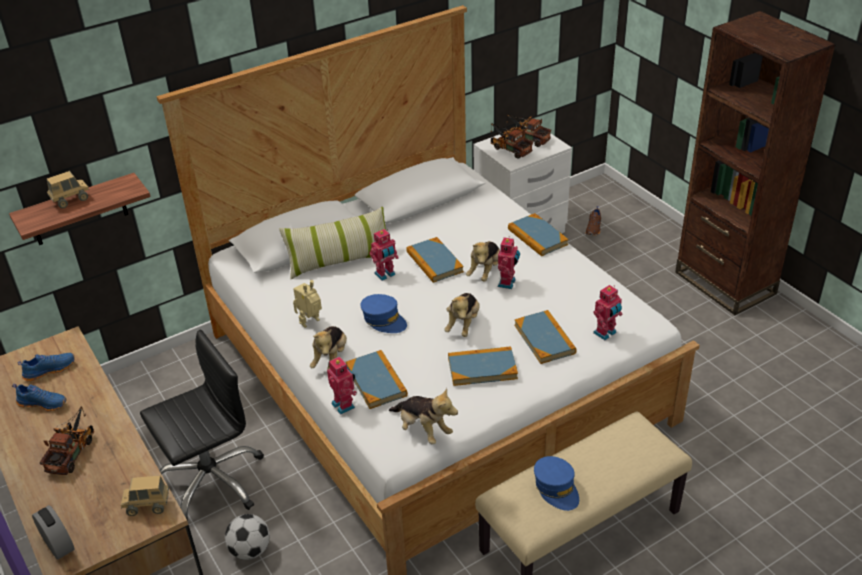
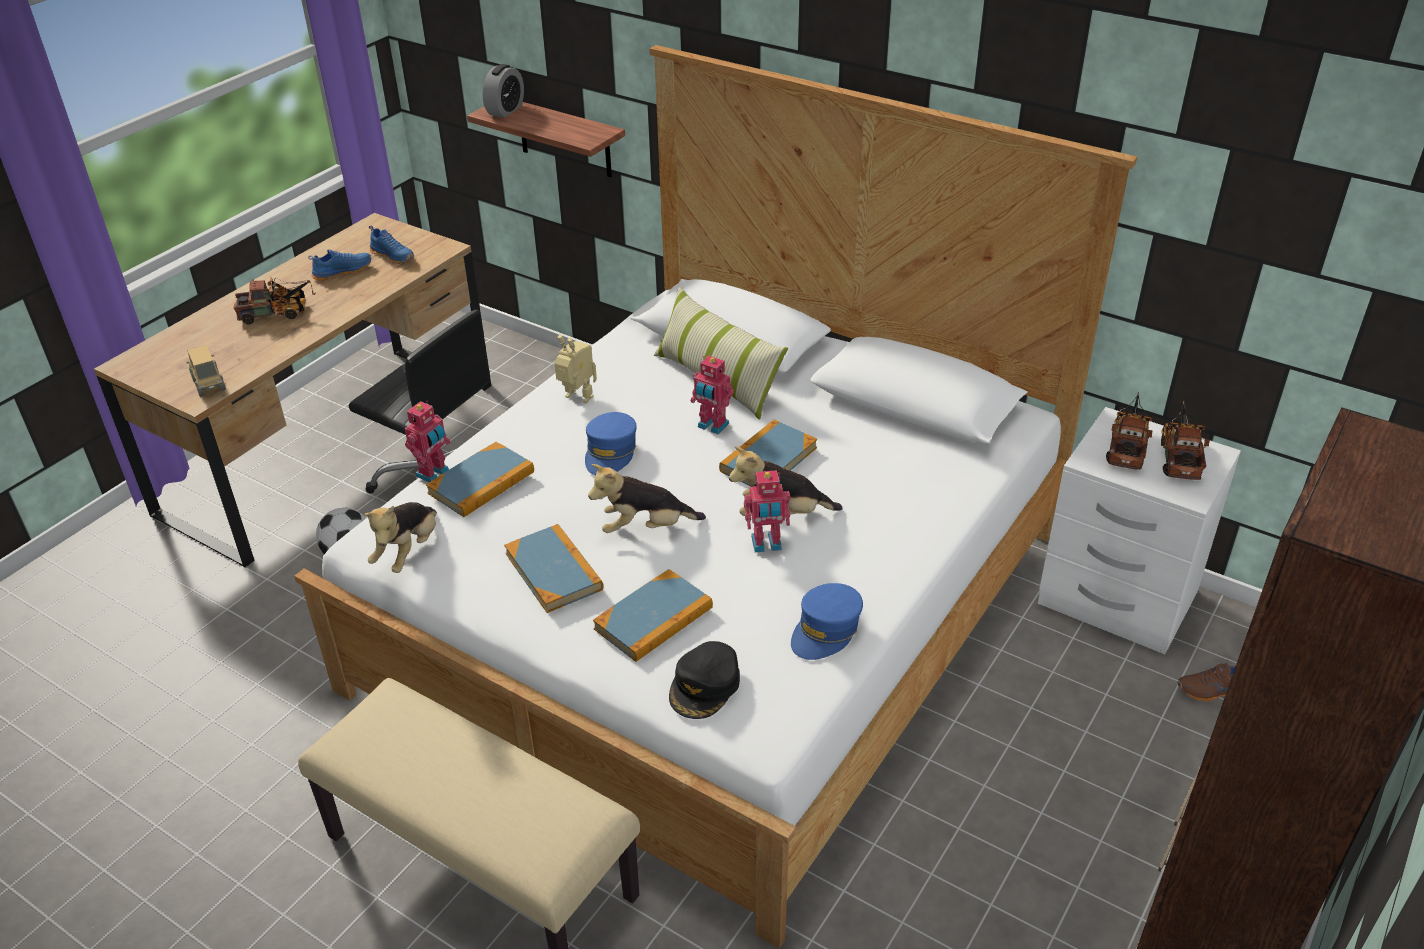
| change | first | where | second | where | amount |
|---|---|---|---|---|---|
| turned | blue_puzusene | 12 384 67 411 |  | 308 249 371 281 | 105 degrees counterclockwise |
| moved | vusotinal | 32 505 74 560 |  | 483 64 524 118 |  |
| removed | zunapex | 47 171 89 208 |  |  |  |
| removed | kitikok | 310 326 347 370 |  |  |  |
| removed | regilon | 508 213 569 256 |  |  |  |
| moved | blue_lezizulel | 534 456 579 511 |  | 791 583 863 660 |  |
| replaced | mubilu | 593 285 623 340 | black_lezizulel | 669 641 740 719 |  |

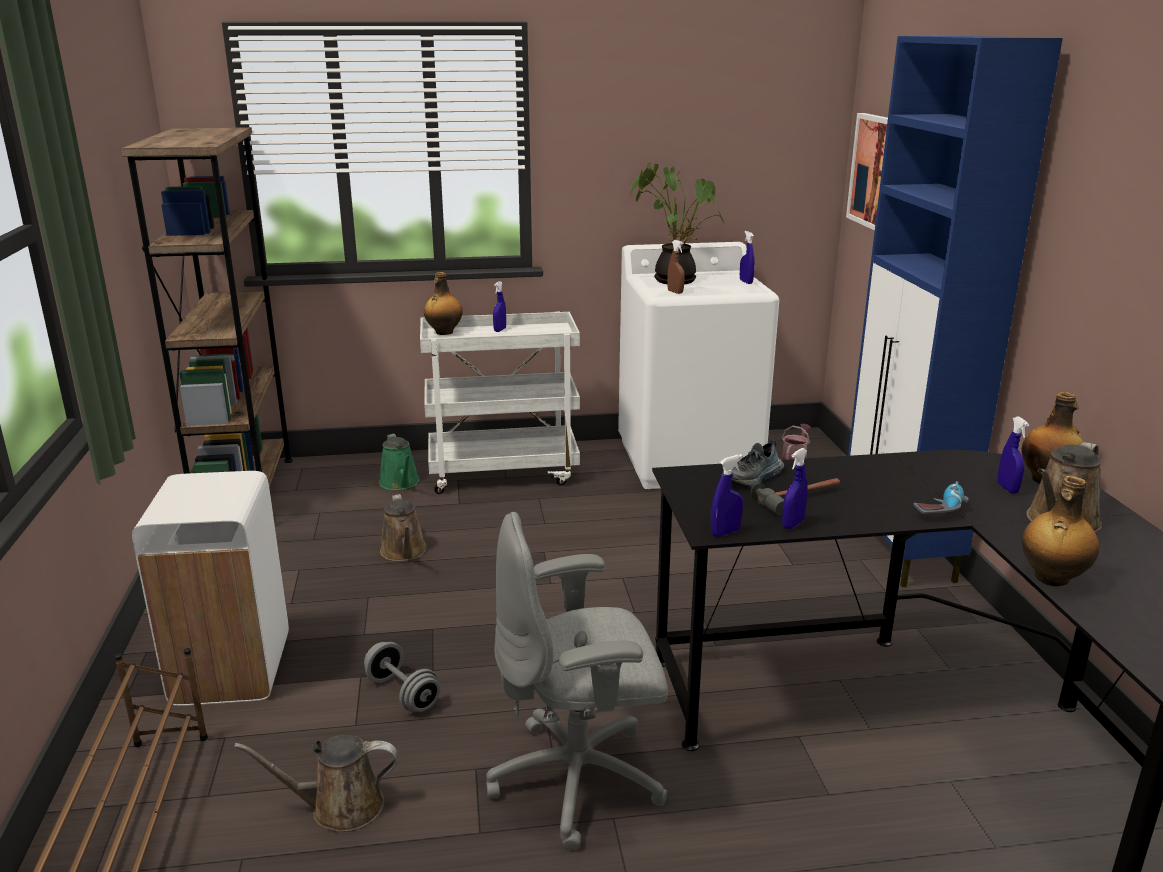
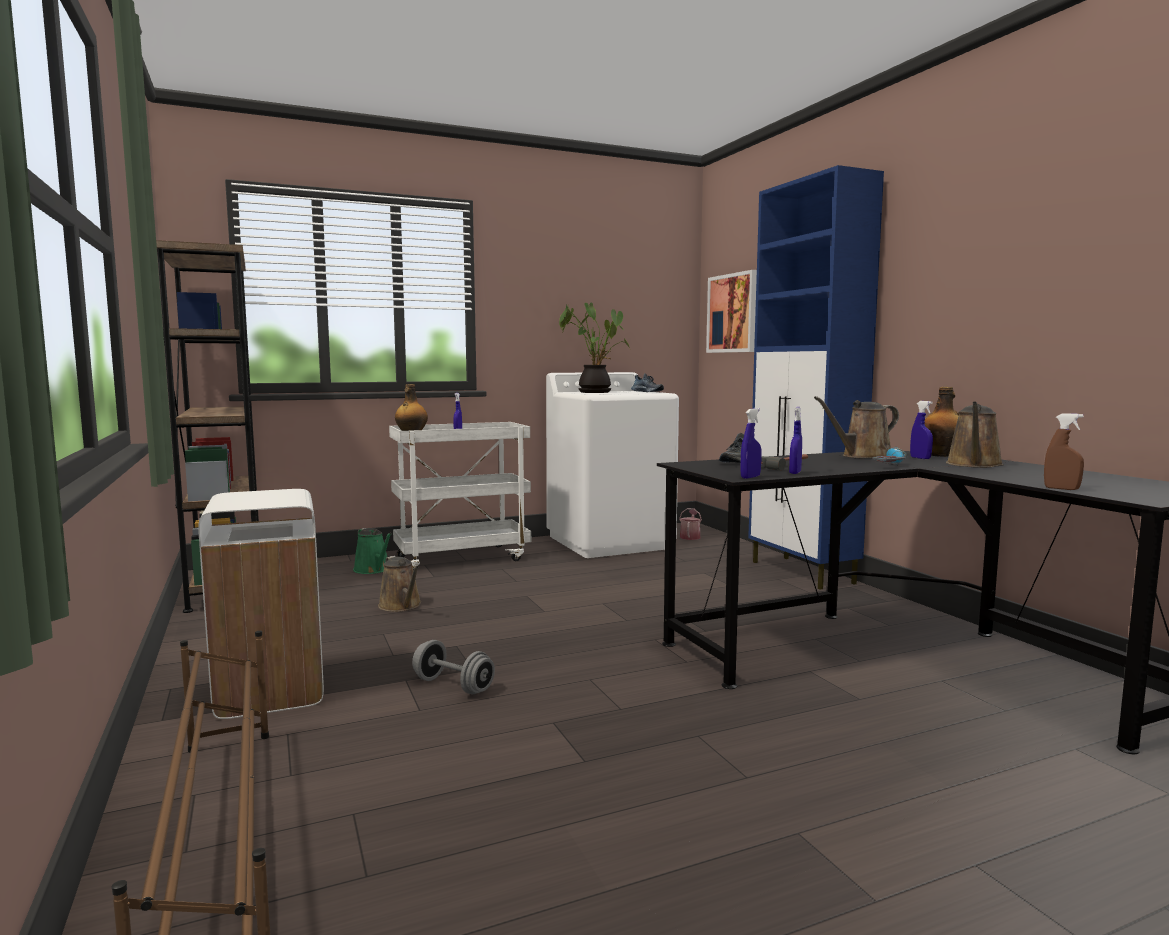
| change | first | where | second | where | amount |
|---|---|---|---|---|---|
| moved | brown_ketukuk | 234 735 398 832 |  | 814 396 899 458 |  |
| removed | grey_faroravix | 486 512 668 850 |  |  |  |
| moved | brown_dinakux | 667 240 685 294 |  | 1044 413 1084 490 |  |
| replaced | blue_dinakux | 740 231 755 284 | puzusene | 631 373 664 392 |  |
| removed | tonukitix | 1022 476 1100 586 |  |  |  |

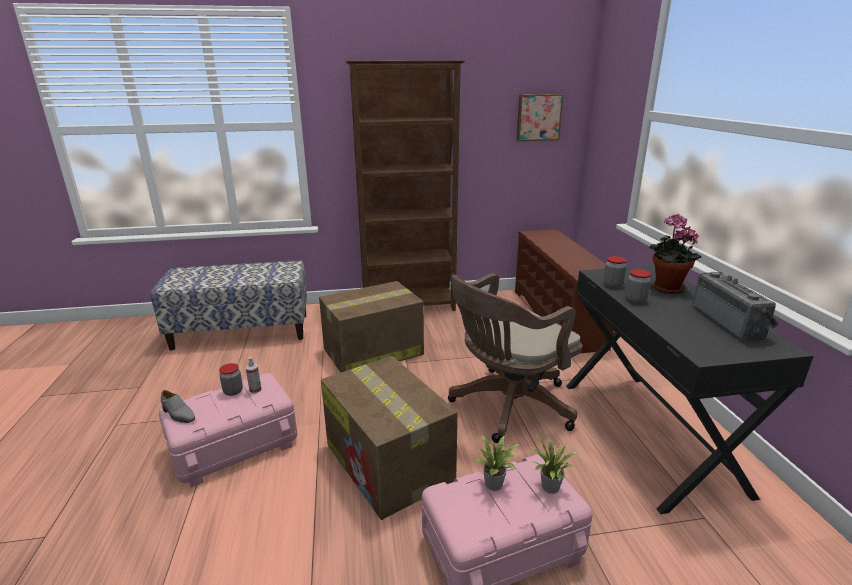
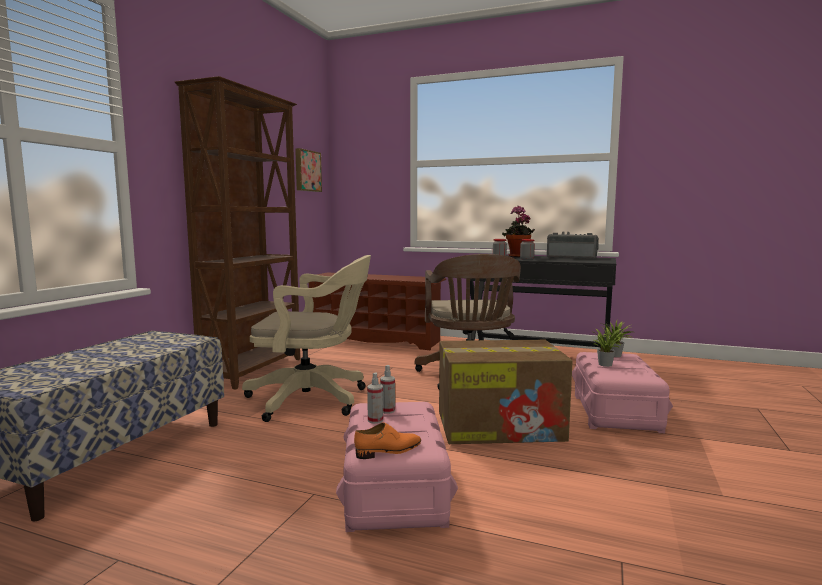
| change | first | where | second | where | amount |
|---|---|---|---|---|---|
| recoloured | grey_puzusene | 161 390 195 423 | orange_puzusene | 354 422 421 459 |  |
| replaced | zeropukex | 219 363 243 396 | dinakux | 367 372 383 424 |  |
| replaced | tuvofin | 319 281 424 372 | beige_faroravix | 242 255 371 422 |  |

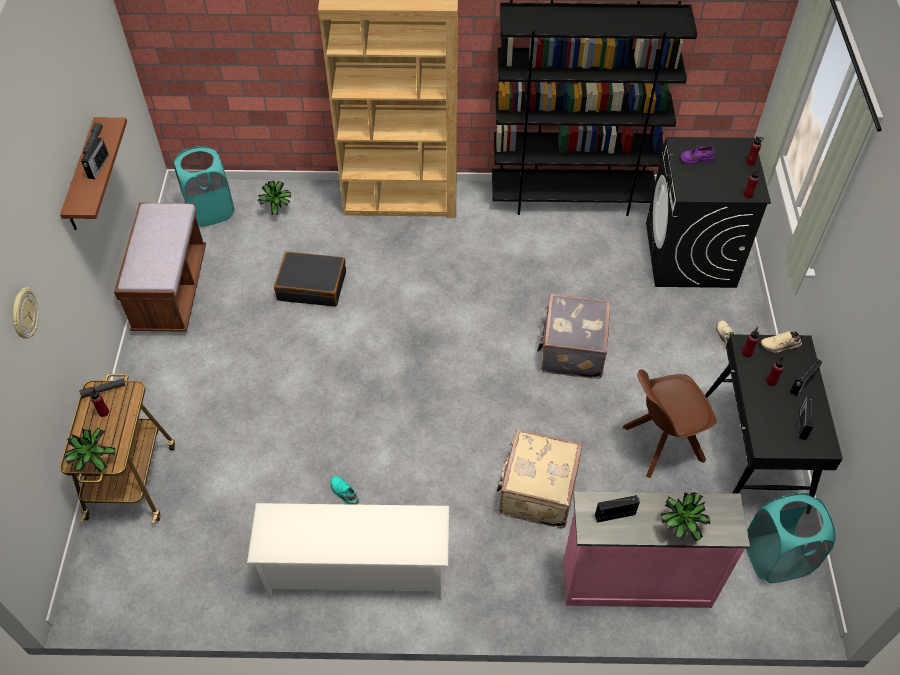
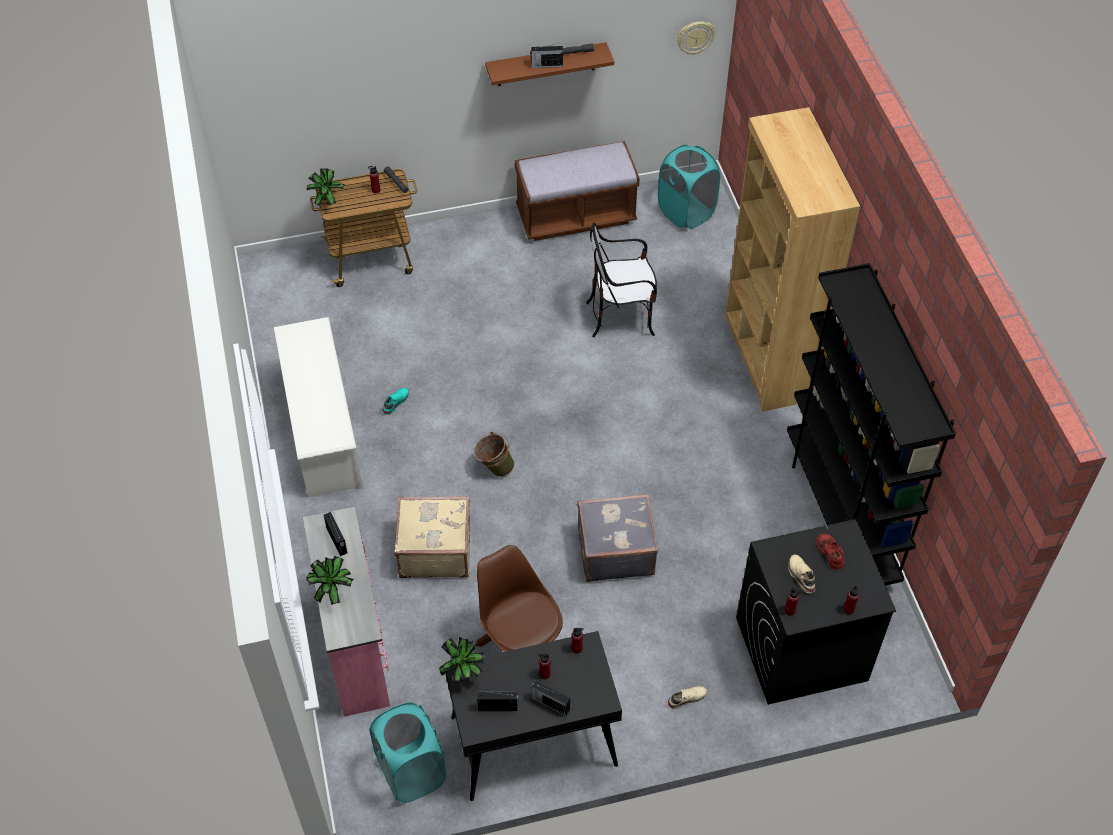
| change | first | where | second | where | amount |
|---|---|---|---|---|---|
| moved | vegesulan | 13 287 39 338 |  | 677 21 715 55 |  |
| moved | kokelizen | 258 181 292 215 |  | 439 637 484 682 |  |
| replaced | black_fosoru | 274 252 346 306 | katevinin | 586 223 657 337 |  |
| recoloured | purple_puzusene | 681 146 715 164 | red_puzusene | 817 534 844 570 |  |
| moved | beige_puzusene | 761 331 802 352 |  | 788 554 816 593 |  |
| added |  |  | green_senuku | 474 432 514 477 |  |

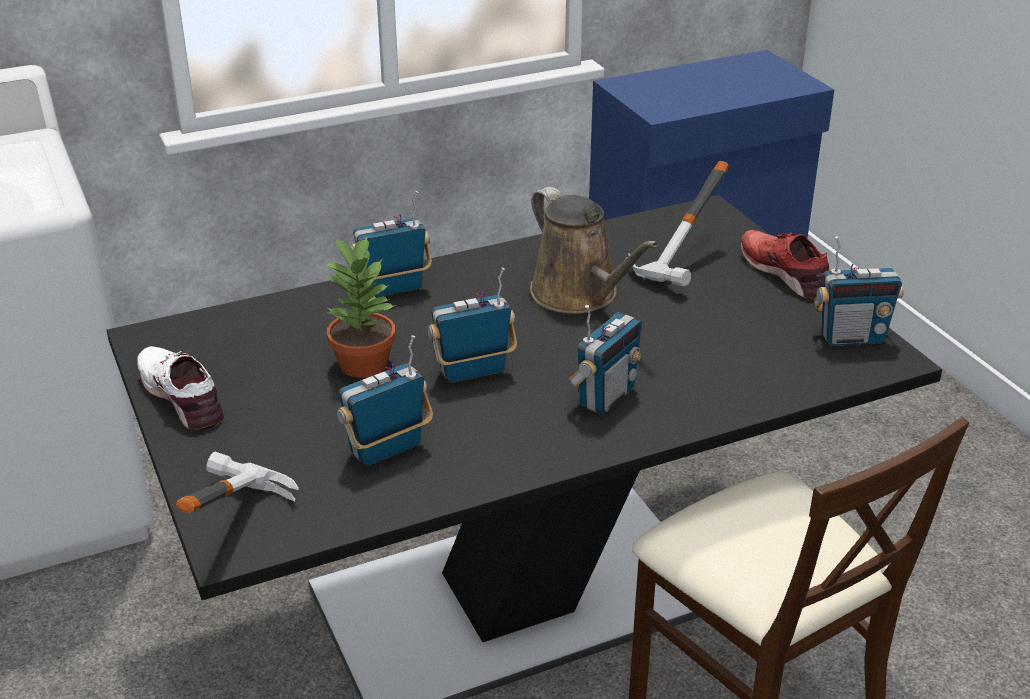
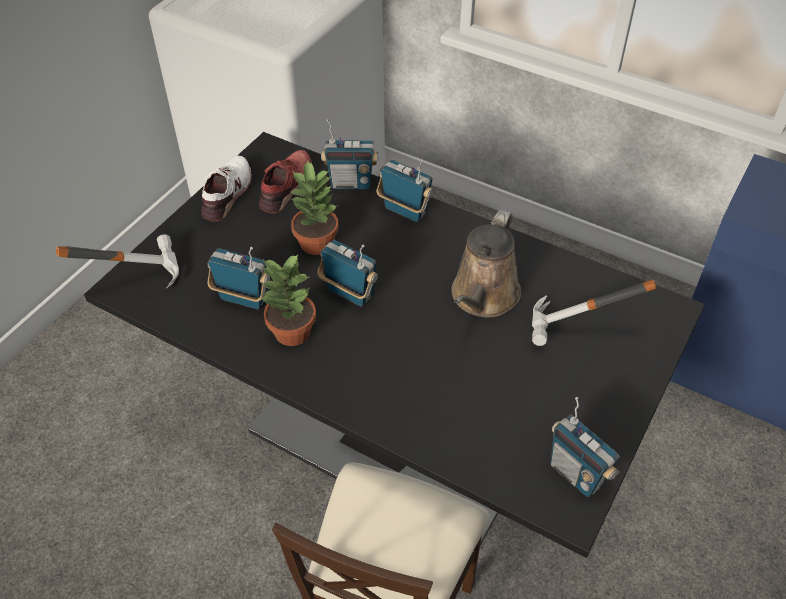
| change | first | where | second | where | amount |
|---|---|---|---|---|---|
| moved | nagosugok | 568 305 642 414 |  | 321 119 378 189 |  |
| moved | red_puzusene | 741 230 829 299 |  | 259 150 312 214 |  |
| added |  |  | kokelizen | 260 255 316 346 |  |

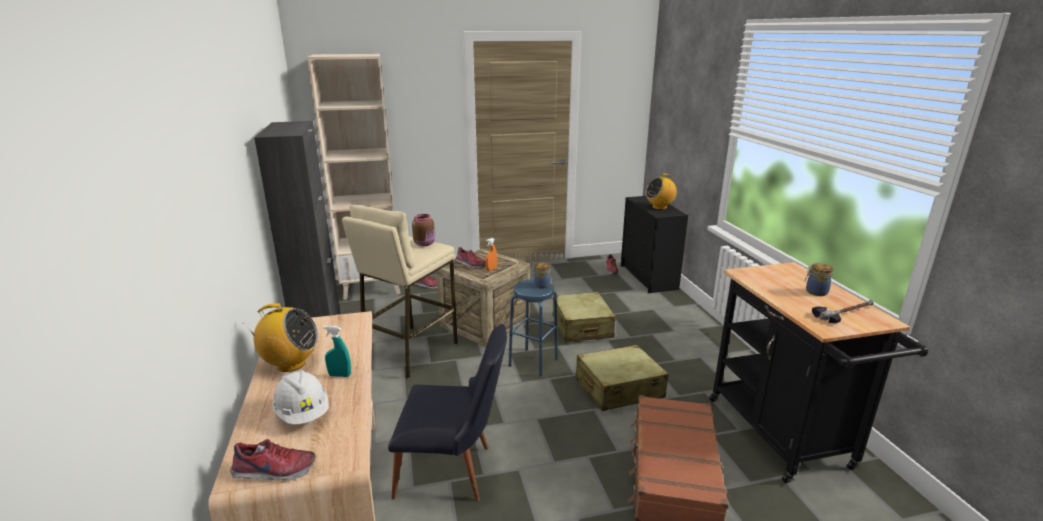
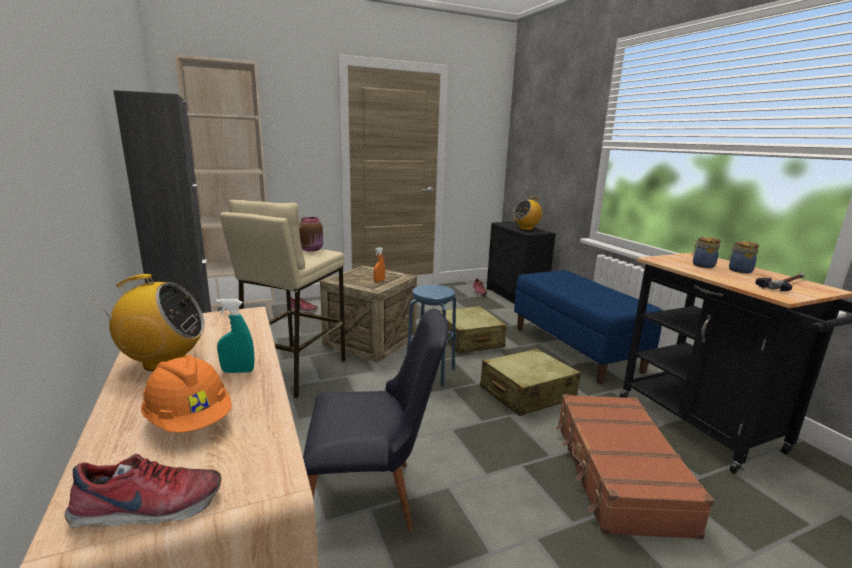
| change | first | where | second | where | amount |
|---|---|---|---|---|---|
| recoloured | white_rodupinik | 272 370 329 425 | orange_rodupinik | 141 355 232 433 |  |
| removed | puzusene | 455 247 486 269 |  |  |  |
| moved | zeropukex | 533 263 551 289 |  | 692 237 721 268 |  |
| added |  |  | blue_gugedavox | 514 270 663 384 |  |

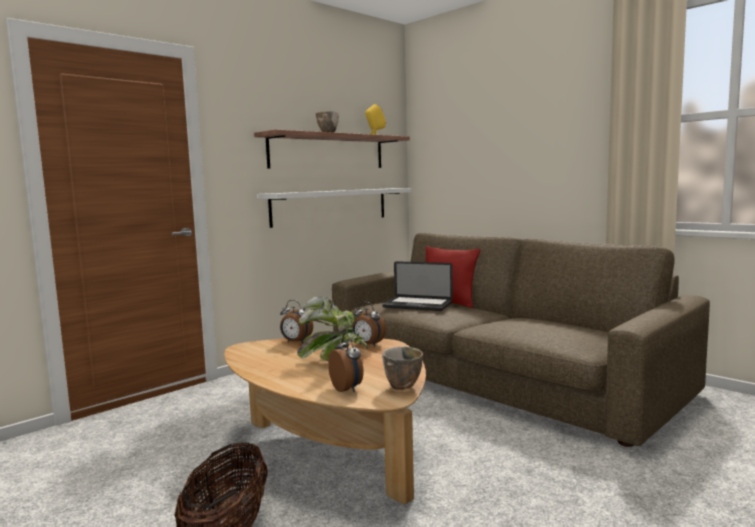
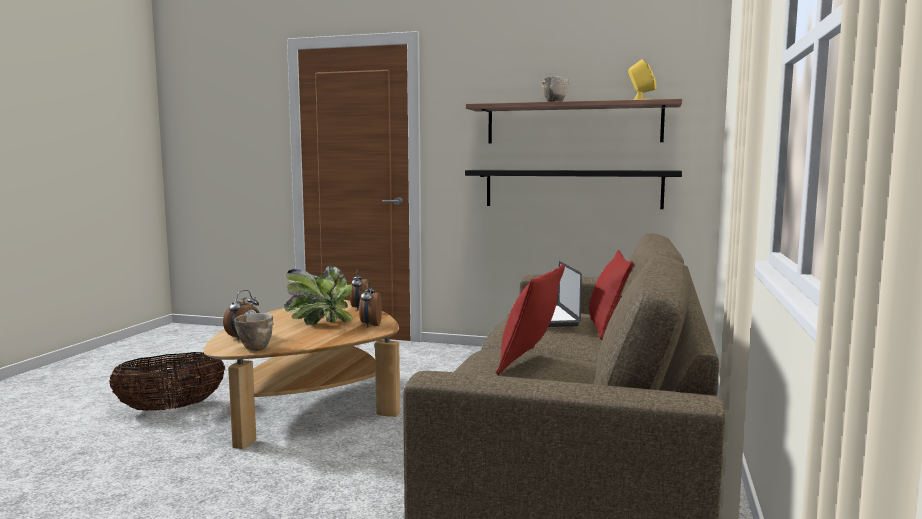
| change | first | where | second | where | amount |
|---|---|---|---|---|---|
| recoloured | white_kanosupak | 257 188 411 228 | black_kanosupak | 465 170 682 209 |  |
| added |  |  | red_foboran | 496 264 565 375 |  |

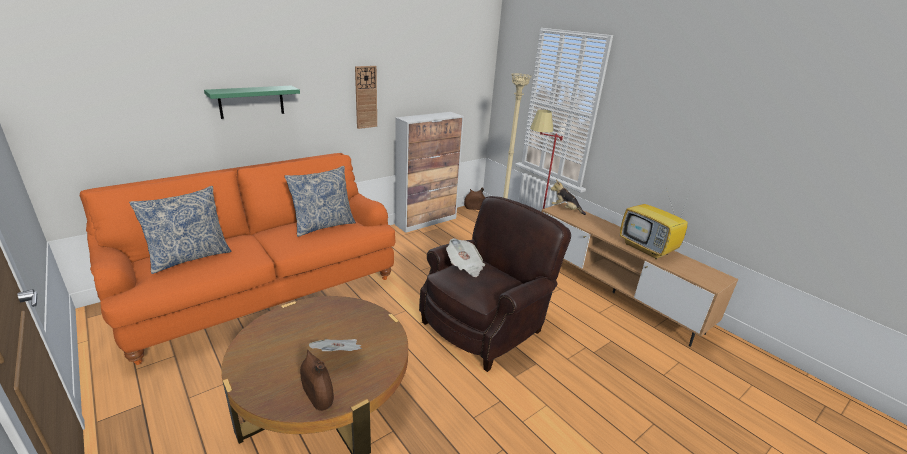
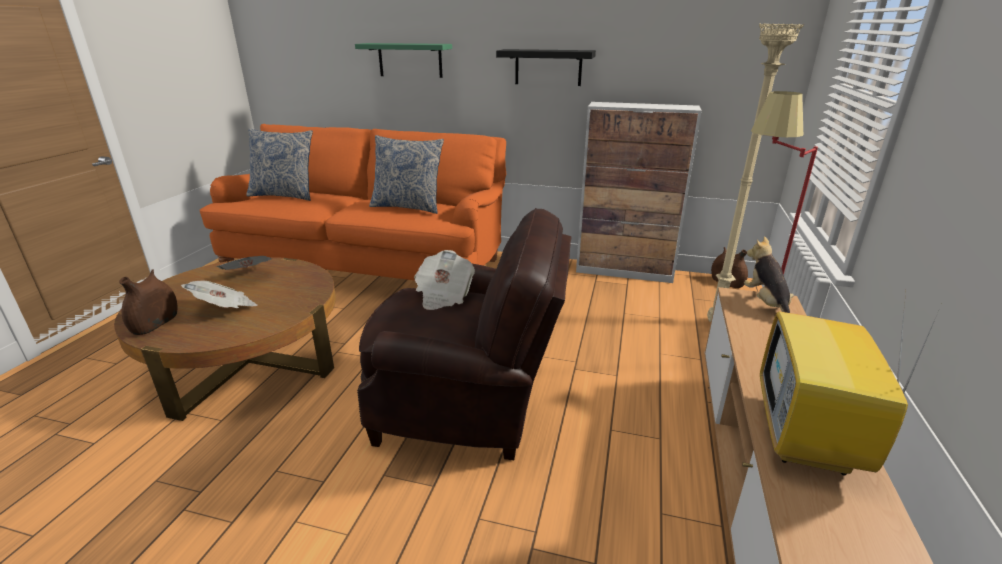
| change | first | where | second | where | amount |
|---|---|---|---|---|---|
| replaced | vegesulan | 355 66 377 129 | black_kanosupak | 496 49 596 86 |  |
| added |  |  | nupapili | 216 256 272 270 |  |

